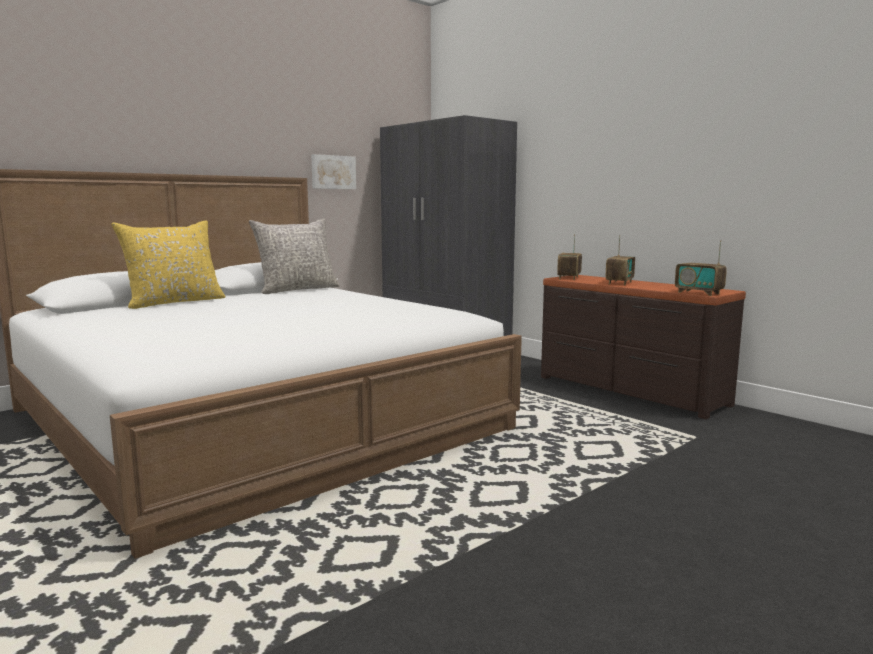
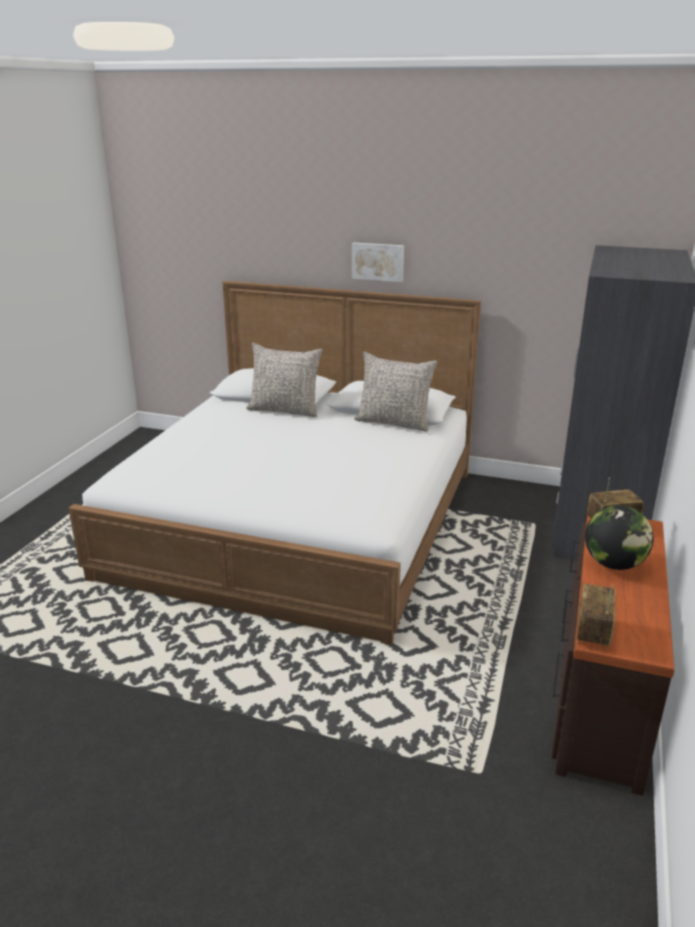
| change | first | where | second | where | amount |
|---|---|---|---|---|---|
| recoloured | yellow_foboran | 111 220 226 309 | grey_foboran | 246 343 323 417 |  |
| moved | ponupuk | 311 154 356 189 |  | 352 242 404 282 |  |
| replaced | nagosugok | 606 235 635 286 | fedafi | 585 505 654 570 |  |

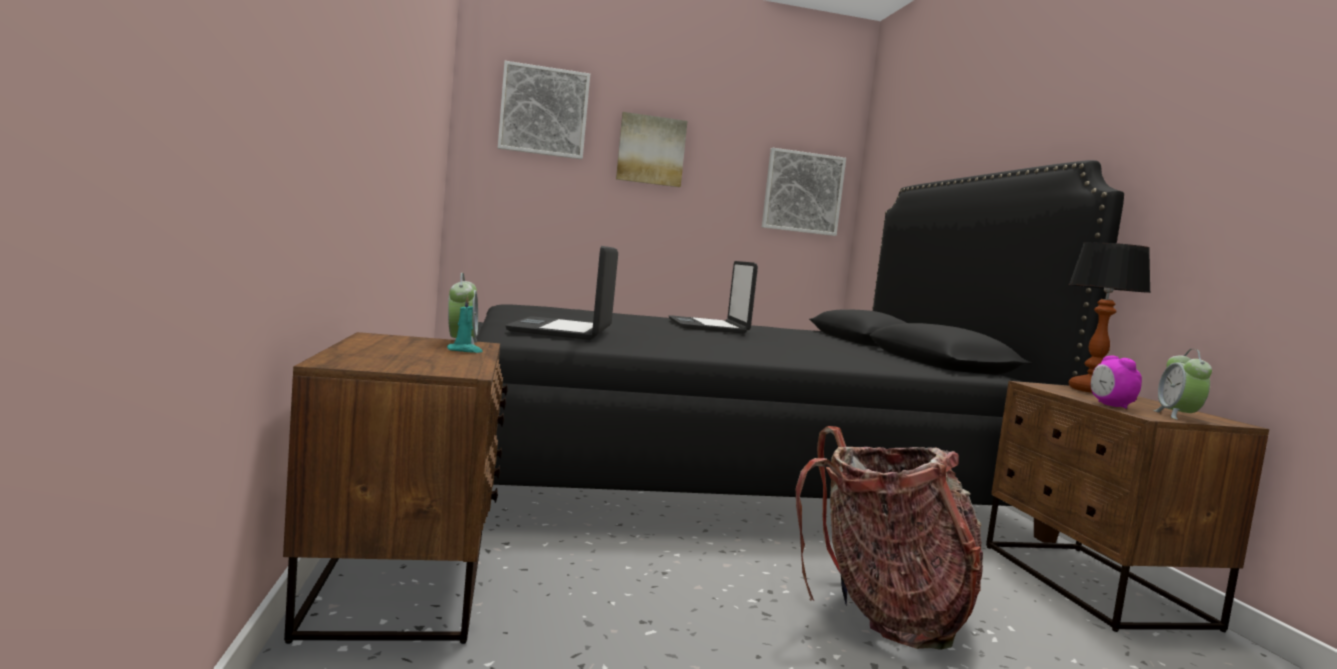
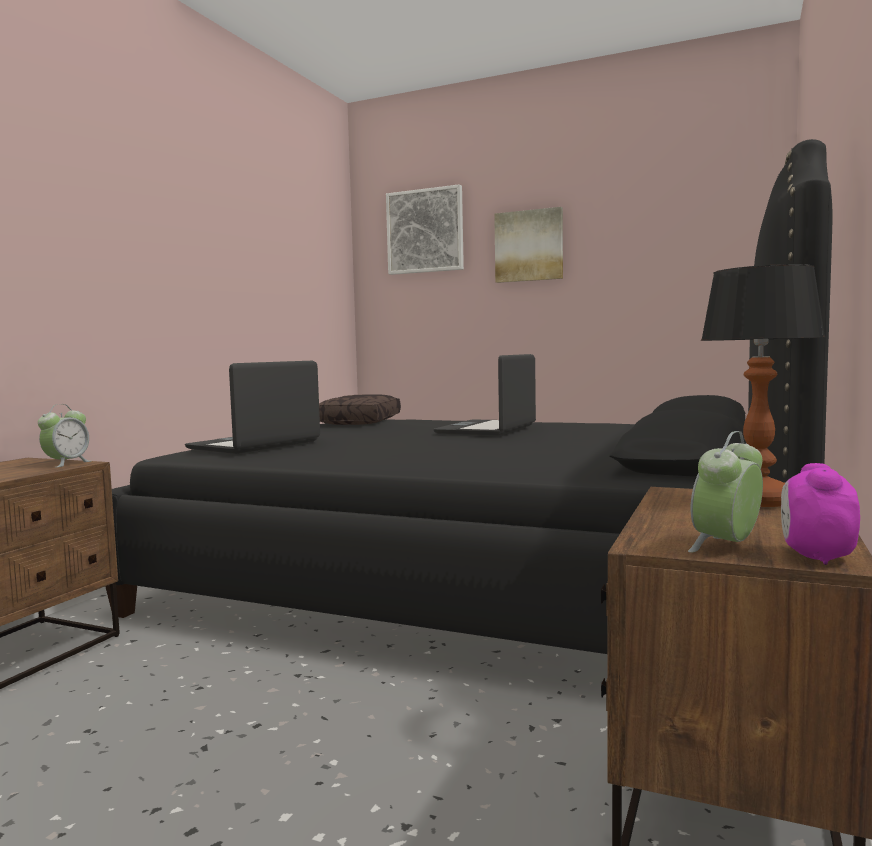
| change | first | where | second | where | amount |
|---|---|---|---|---|---|
| removed | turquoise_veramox | 447 295 483 353 |  |  |  |
| removed | ponupuk | 762 148 846 236 |  |  |  |
| removed | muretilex | 796 426 983 650 |  |  |  |
| moved | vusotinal | 1091 356 1142 409 |  | 781 463 860 565 |  |
| added |  |  | brown_foboran | 319 394 401 425 |  |

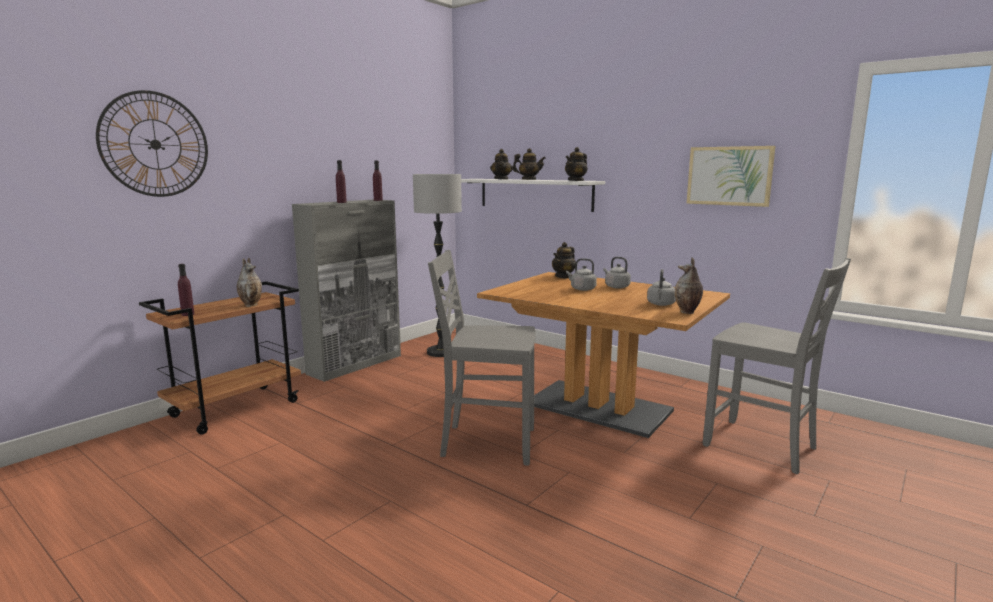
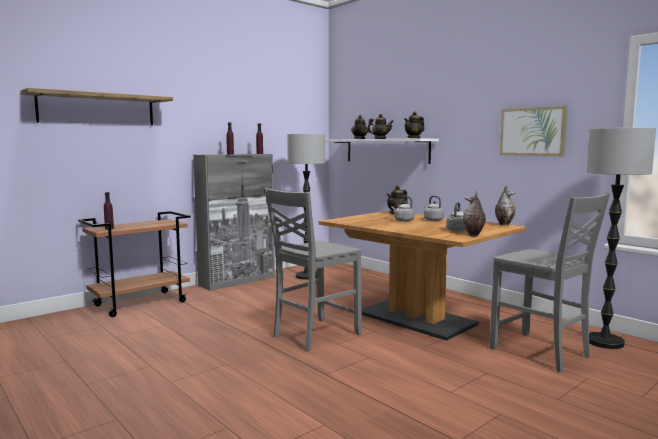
| change | first | where | second | where | amount |
|---|---|---|---|---|---|
| replaced | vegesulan | 96 90 208 197 | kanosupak | 21 88 173 126 |  |
| moved | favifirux | 237 258 262 307 |  | 495 186 516 226 |  |
| turned | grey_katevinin | 428 250 536 465 |  | 264 188 362 351 | 60 degrees counterclockwise |
| added |  |  | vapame | 587 128 656 349 |  |

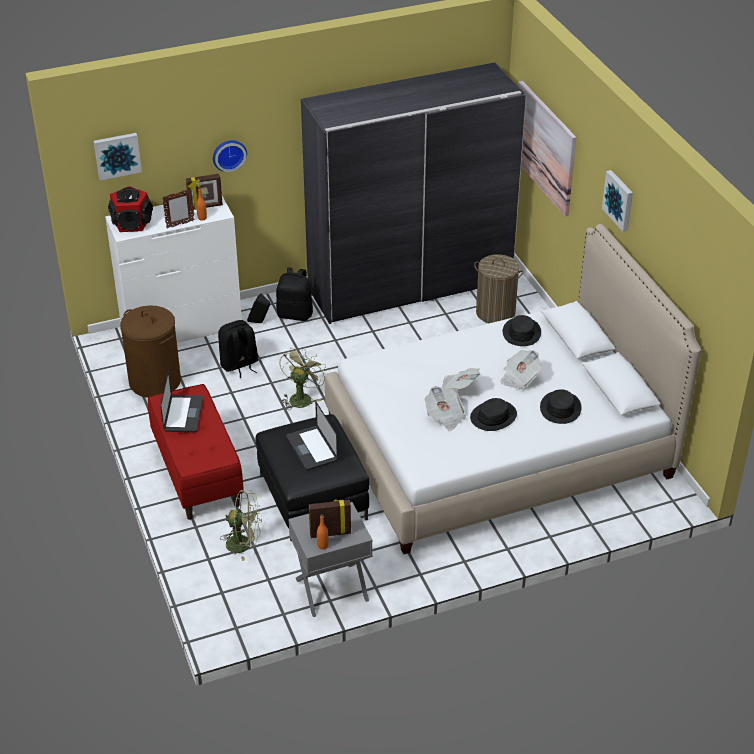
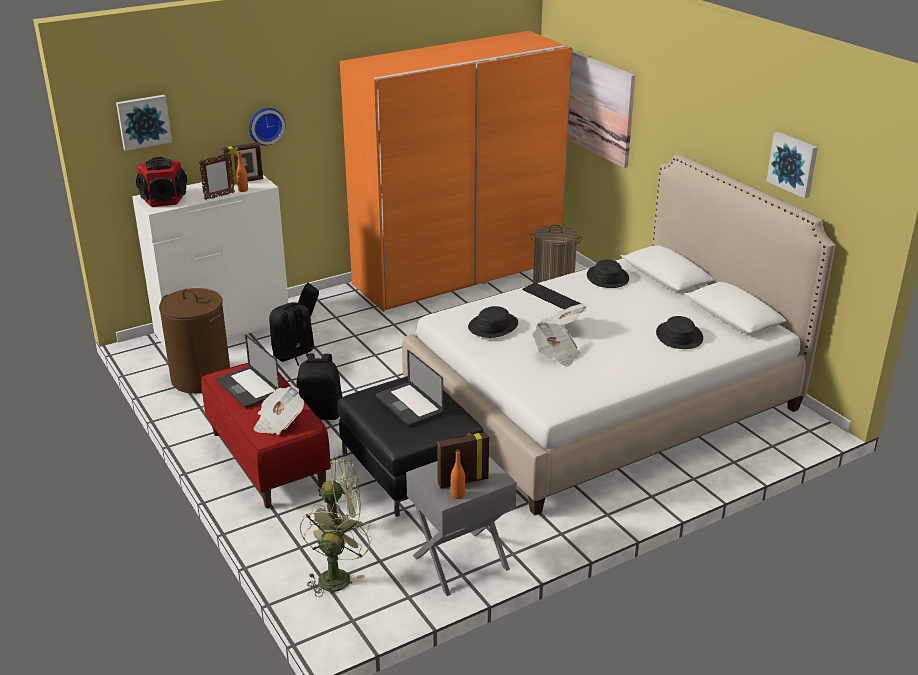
| change | first | where | second | where | amount |
|---|---|---|---|---|---|
| turned | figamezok | 160 371 203 432 |  | 216 335 280 408 | 150 degrees clockwise |
| moved | black_muretilex | 276 267 313 321 |  | 296 353 342 420 |  |
| moved | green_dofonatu | 279 348 327 410 |  | 300 502 372 597 |  |
| recoloured | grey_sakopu | 301 62 527 324 | orange_sakopu | 340 31 572 312 |  |
| moved | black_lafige | 470 398 517 431 |  | 468 306 518 338 |  |
| moved | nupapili | 500 350 543 389 |  | 254 386 304 435 |  |
| moved | ponupuk | 602 170 633 232 |  | 767 132 818 198 |  |
| added |  |  | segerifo | 523 283 581 310 |  |

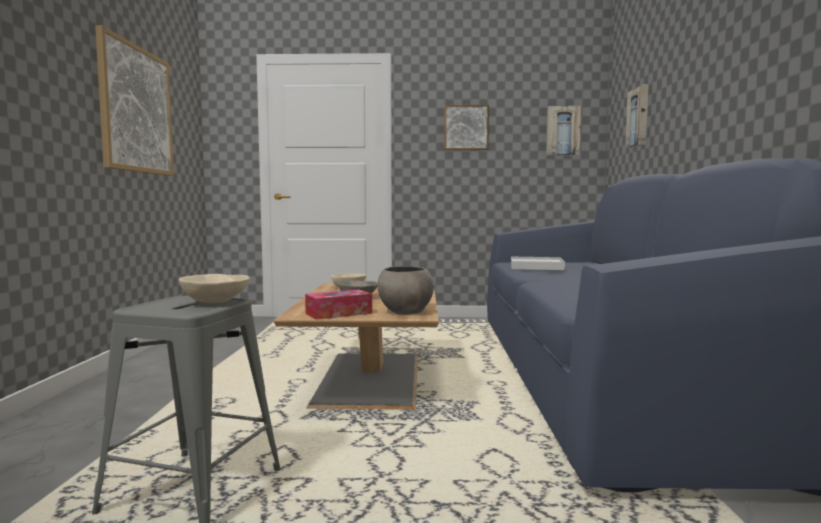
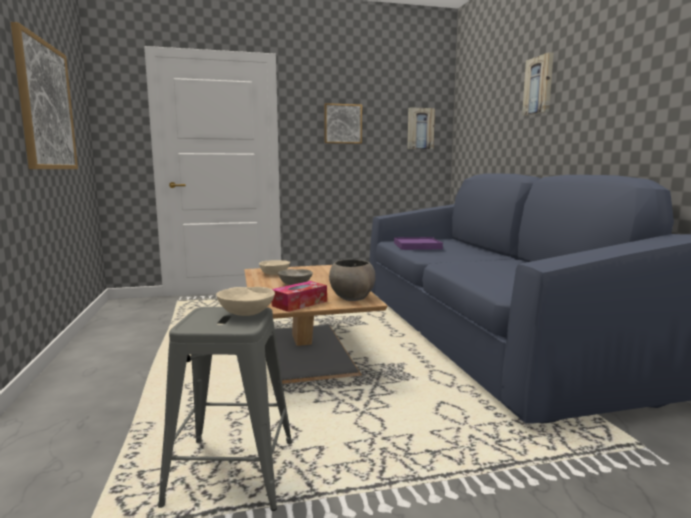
| change | first | where | second | where | amount |
|---|---|---|---|---|---|
| recoloured | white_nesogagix | 511 257 565 270 | purple_nesogagix | 394 237 443 250 |  |
| moved | ponupuk | 625 84 649 149 |  | 522 52 554 116 |  |

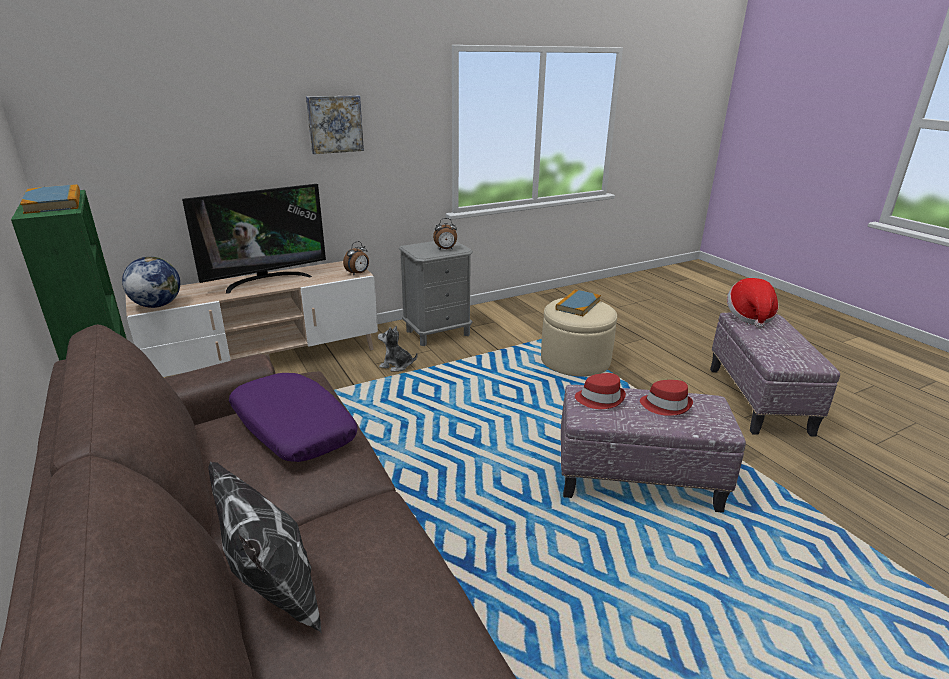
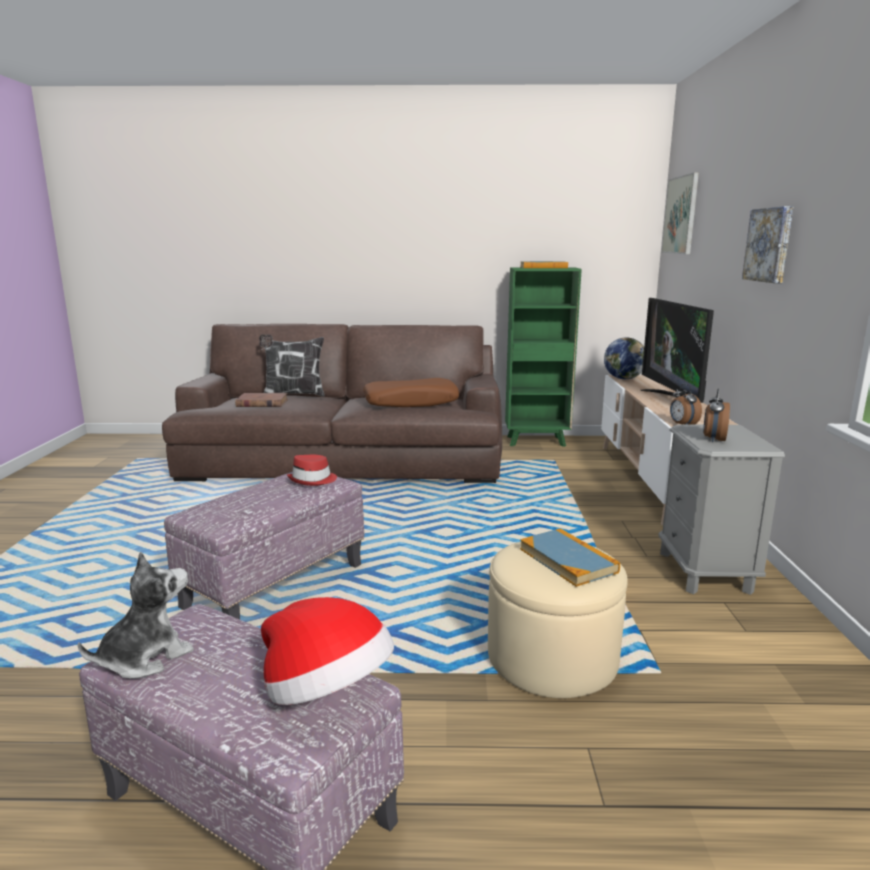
| change | first | where | second | where | amount |
|---|---|---|---|---|---|
| recoloured | purple_foboran | 229 373 358 462 | brown_foboran | 363 378 459 407 |  |
| moved | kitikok | 378 326 418 372 |  | 78 552 194 679 |  |
| removed | red_lafige | 640 380 693 416 |  |  |  |
| added |  |  | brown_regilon | 235 393 288 407 |  |
| added |  |  | ponupuk | 661 172 699 254 |  |

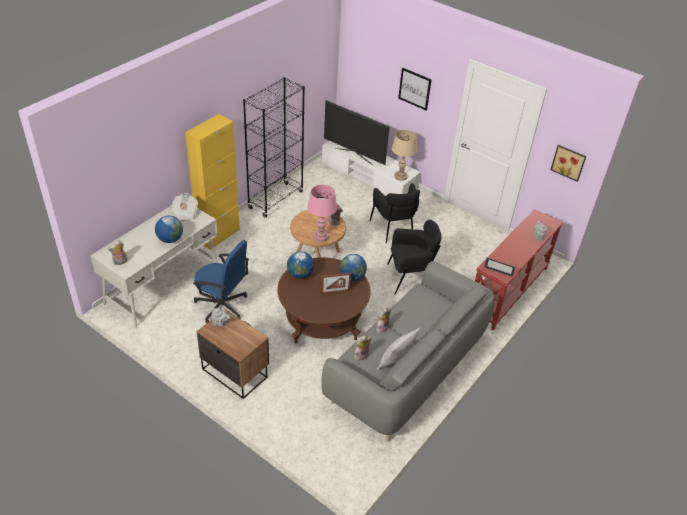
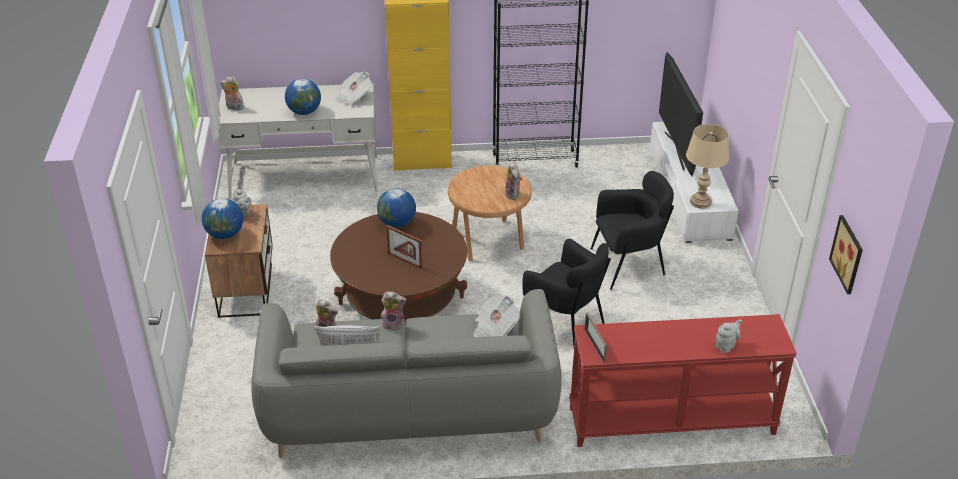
| change | first | where | second | where | amount |
|---|---|---|---|---|---|
| removed | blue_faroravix | 193 240 249 323 |  |  |  |
| removed | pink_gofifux | 307 185 337 242 |  |  |  |
| moved | fedafi | 340 254 367 281 |  | 202 198 243 239 |  |
| turned | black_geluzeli | 369 183 420 243 |  | 590 171 674 290 | 135 degrees counterclockwise |
| removed | ponupuk | 398 67 432 111 |  |  |  |
| added |  |  | nupapili | 473 296 520 337 |  |

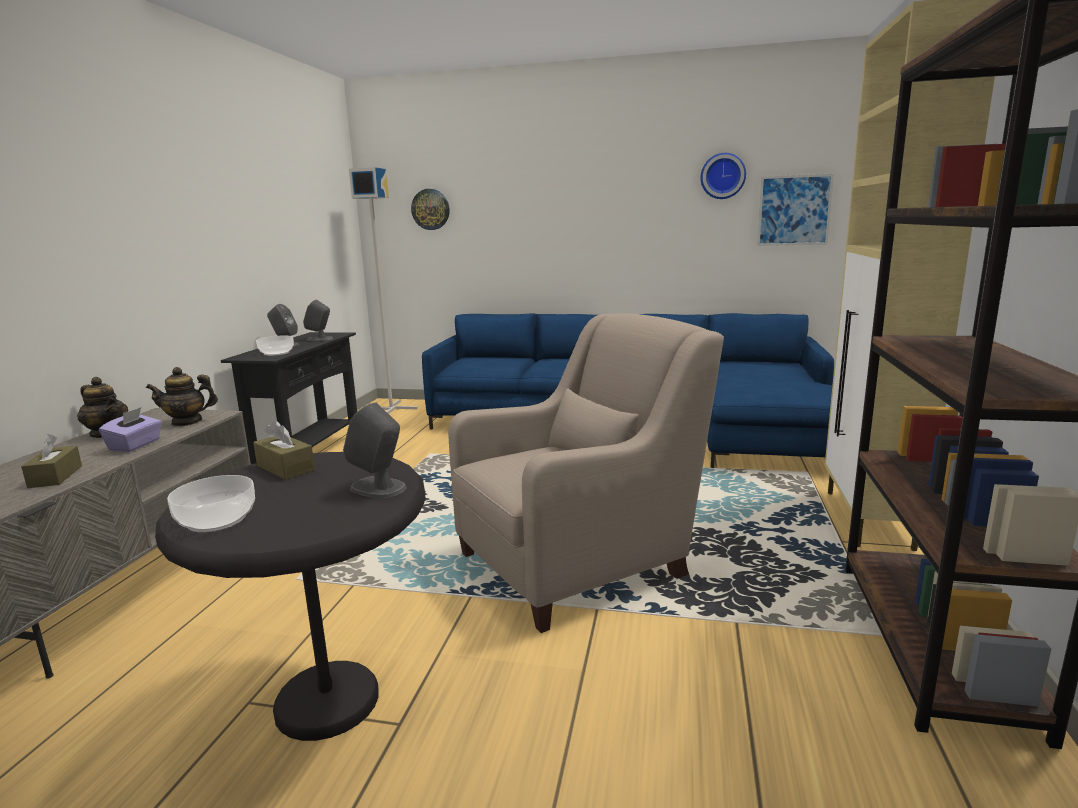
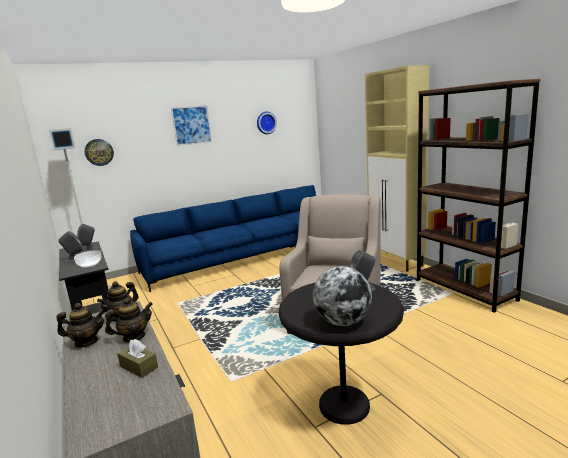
| change | first | where | second | where | amount |
|---|---|---|---|---|---|
| replaced | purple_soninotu | 99 407 162 452 | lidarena | 105 298 153 342 |  |
| replaced | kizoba | 167 475 255 532 | fedafi | 313 266 372 326 |  |
| removed | brown_soninotu | 253 420 315 480 |  |  |  |
| moved | ponupuk | 757 174 834 246 |  | 171 105 212 146 |  |

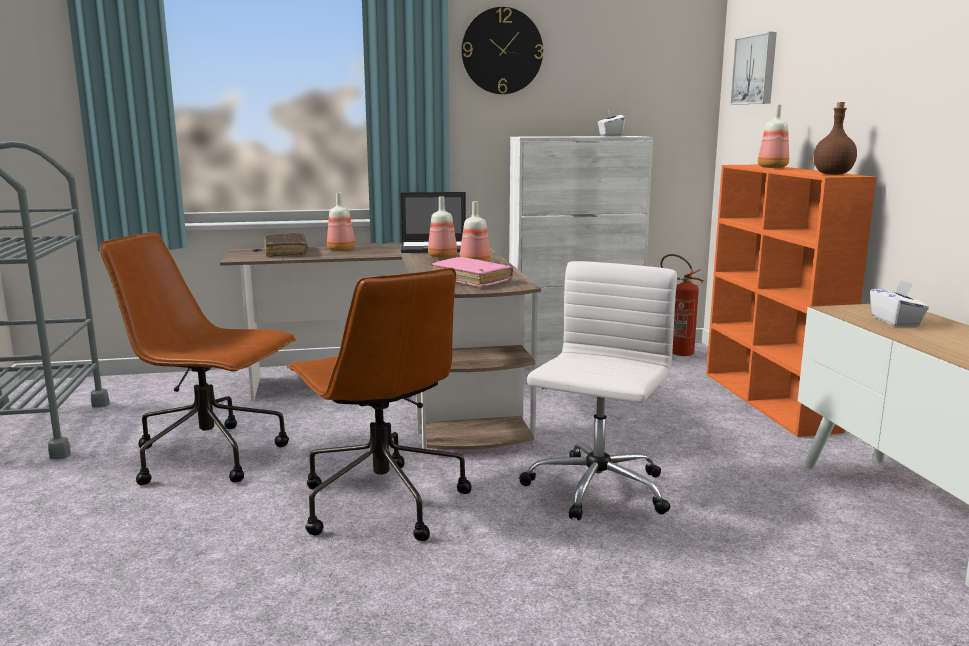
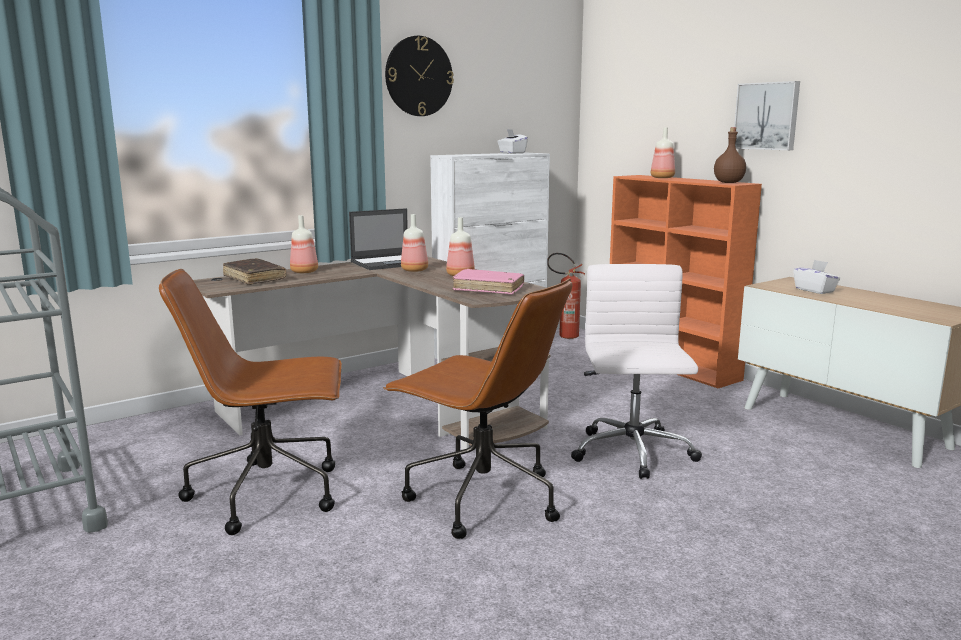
| change | first | where | second | where | amount |
|---|---|---|---|---|---|
| moved | ponupuk | 730 32 777 104 |  | 734 81 800 150 |  |

